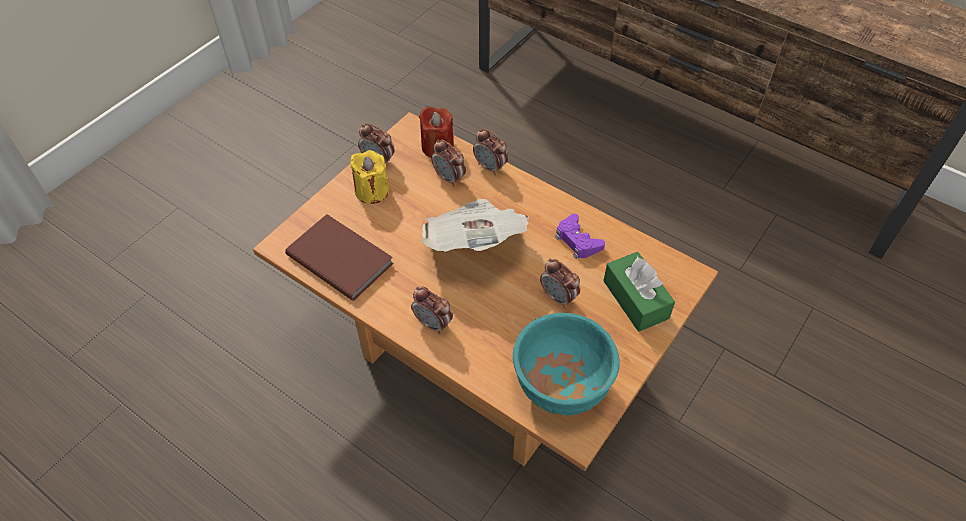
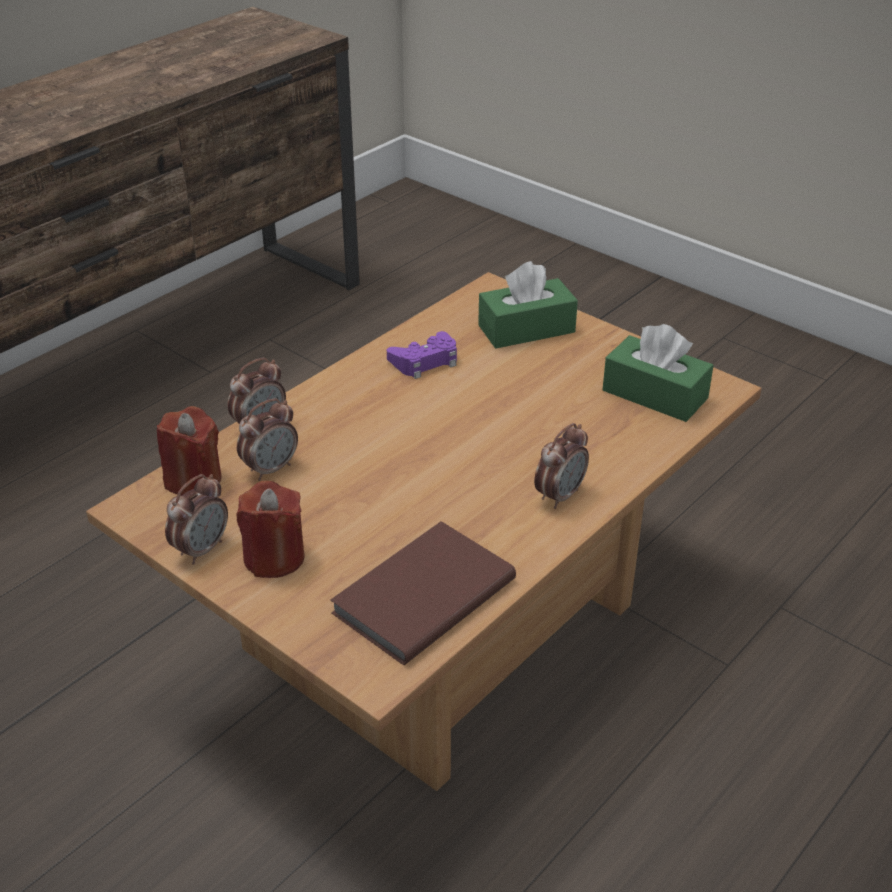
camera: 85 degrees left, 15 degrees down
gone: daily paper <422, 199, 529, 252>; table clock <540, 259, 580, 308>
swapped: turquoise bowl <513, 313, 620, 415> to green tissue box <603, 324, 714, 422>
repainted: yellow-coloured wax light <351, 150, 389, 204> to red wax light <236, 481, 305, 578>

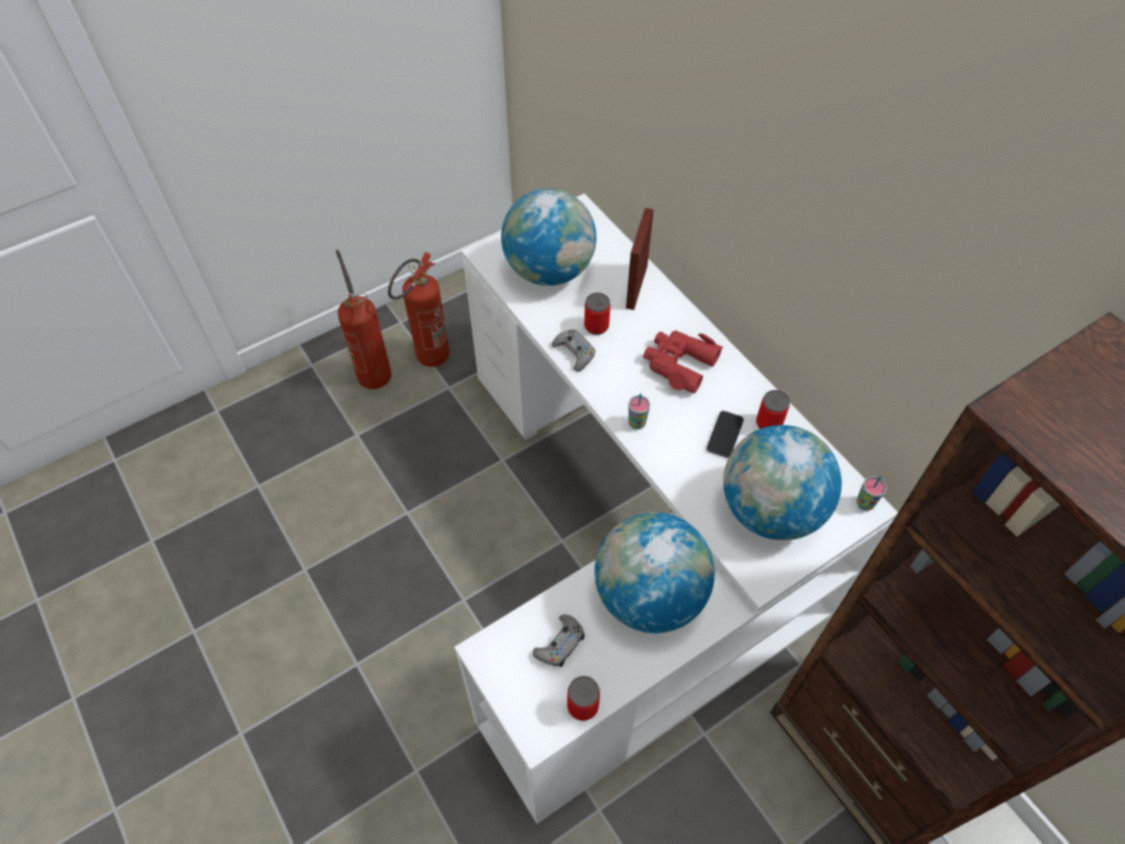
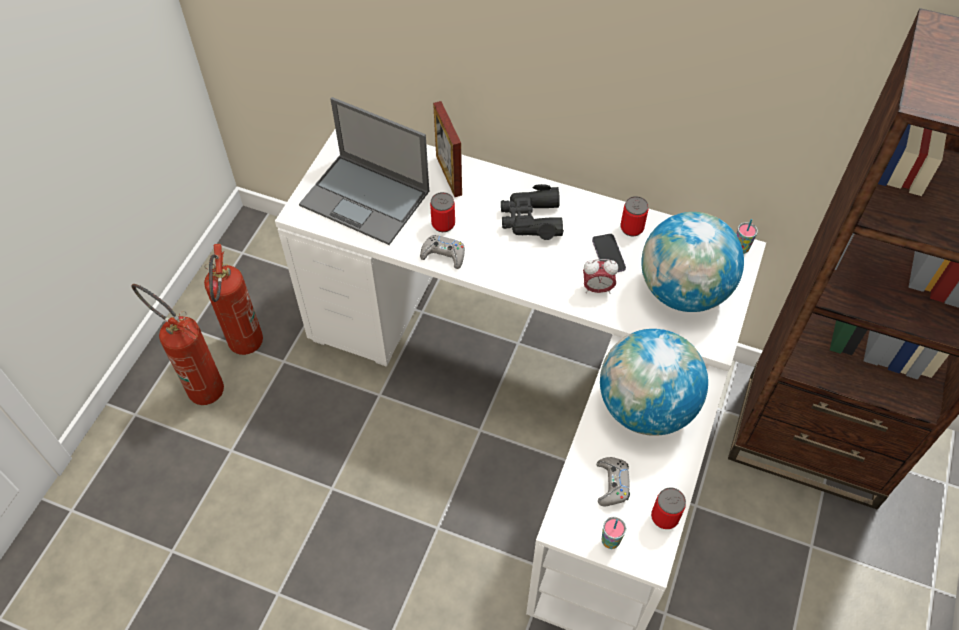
camera: 35 degrees left, 0 degrees up
new: table clock <583, 259, 618, 294>
shifted: cup <628, 393, 650, 430> to <601, 517, 626, 549>
swapped: desk globe <501, 189, 596, 286> to laptop <299, 97, 429, 245>
repainted: red binoculars <643, 330, 723, 394> to black binoculars <501, 184, 564, 240>

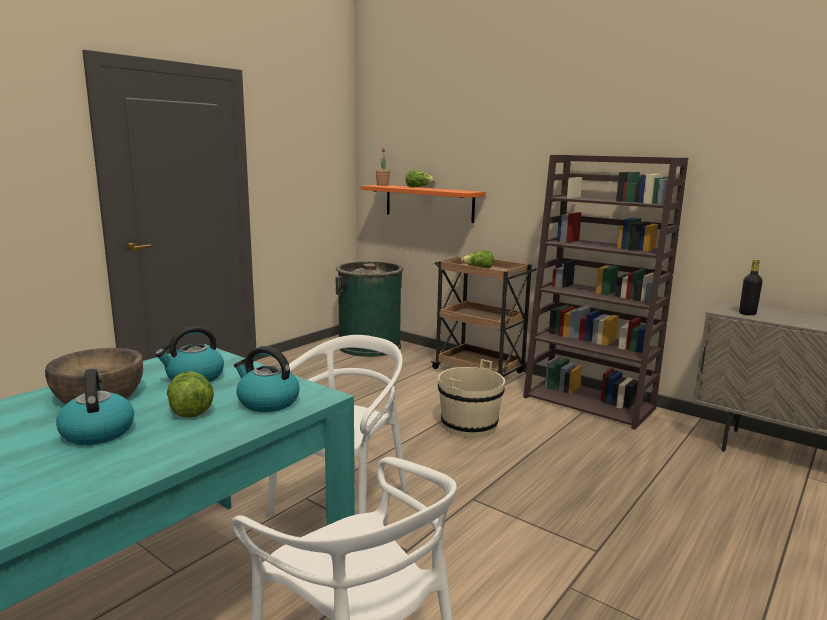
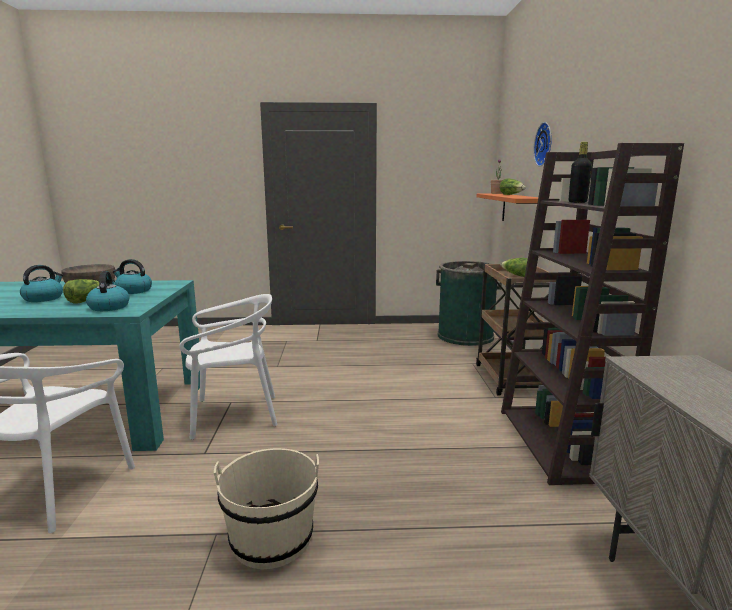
camera: 50 degrees right, 0 degrees up
new: wall clock <533, 122, 552, 166>
shifted: beige bucket <438, 359, 505, 437> to <214, 448, 319, 570>; black bottle <739, 259, 763, 315> to <569, 142, 592, 203>

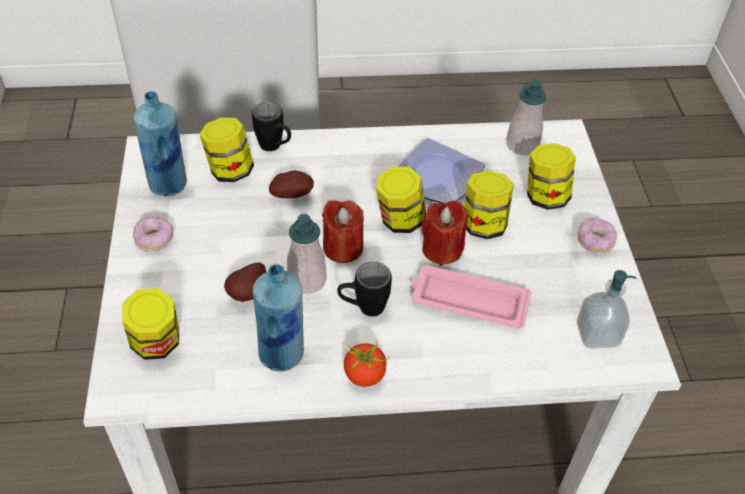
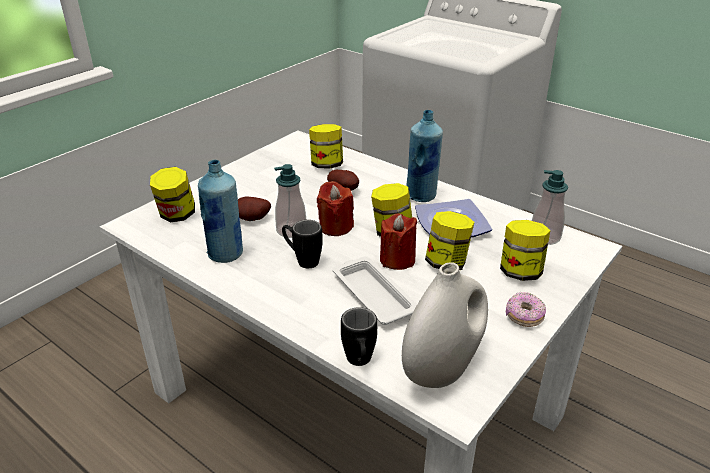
camera: 45 degrees right, 15 degrees down
gone: donut <133, 216, 173, 252>; tomato <344, 340, 389, 387>
shifted: blue bottle <134, 91, 187, 196> to <406, 110, 443, 202>; black coffee mug <252, 102, 291, 151> to <341, 307, 378, 366>
swapped: soap dispenser <577, 270, 636, 349> to white decorative vase <402, 262, 488, 388>
repainted: pink-coloured serving tray <411, 265, 531, 328> to white serving tray <332, 257, 417, 325>

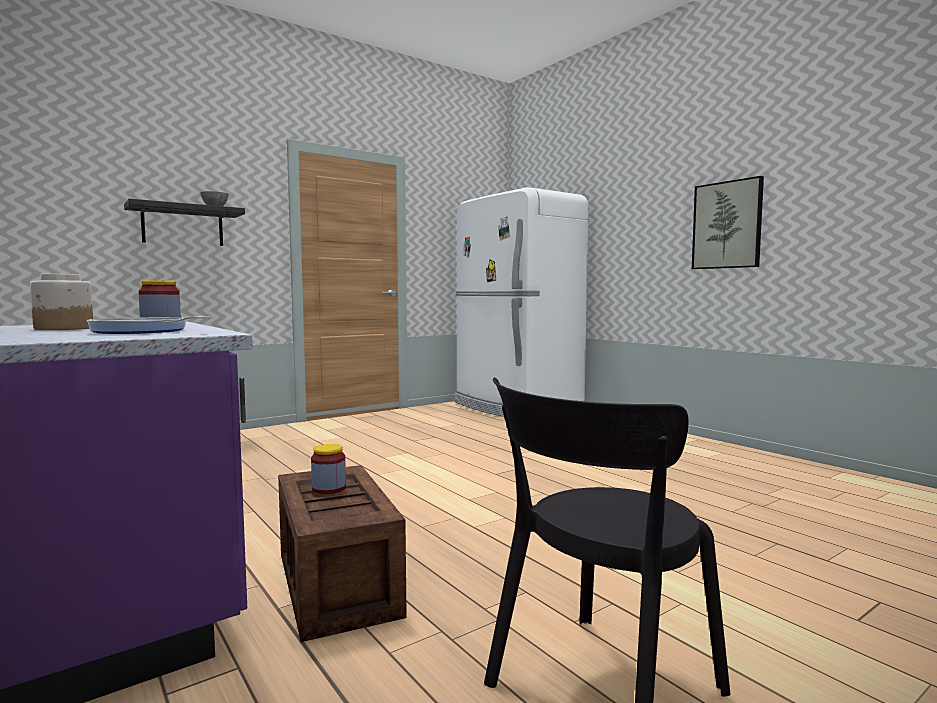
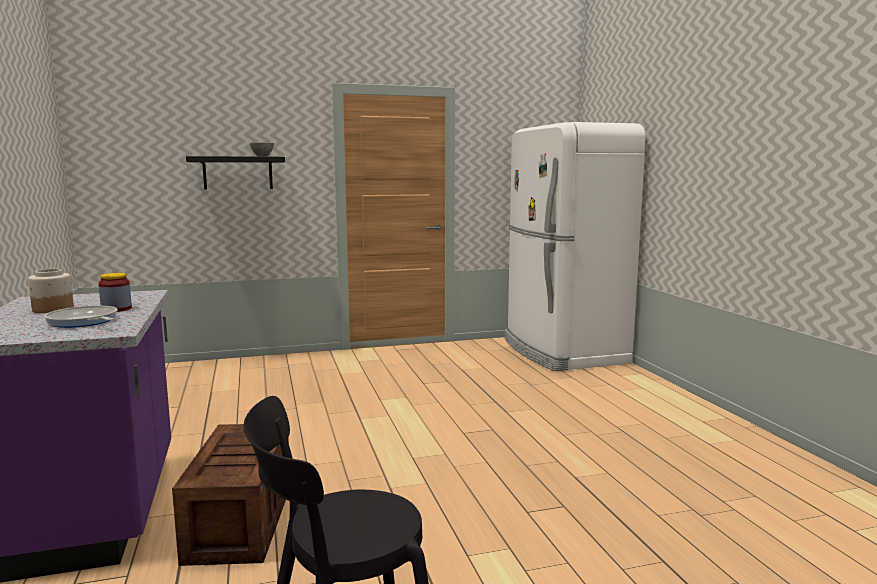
camera: 20 degrees right, 5 degrees up
gone: storage jar <311, 444, 346, 494>; picture <692, 176, 764, 269>

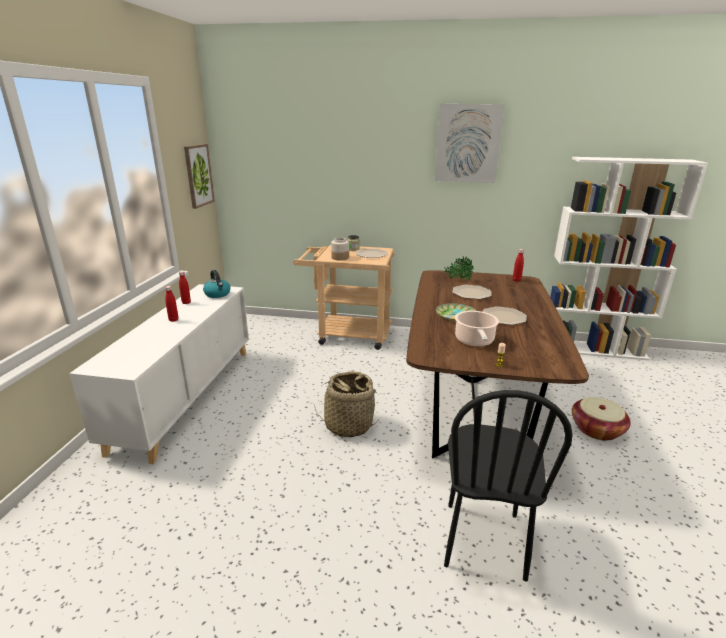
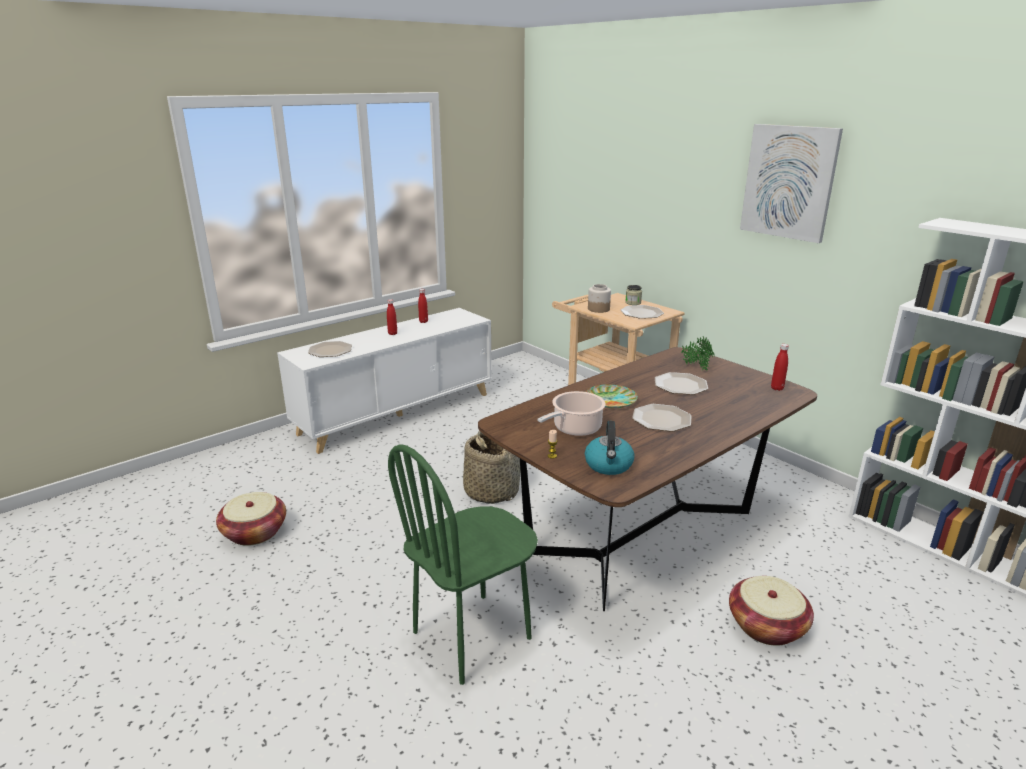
camera: 40 degrees right, 0 degrees up
gone: picture <184, 144, 215, 209>
new: basket <216, 492, 286, 546>; dinner plate <308, 341, 352, 357>
shifted: kettle <203, 270, 231, 298> to <585, 421, 634, 475>
repainted: black upright chair <444, 390, 573, 581> to green upright chair <388, 444, 538, 685>

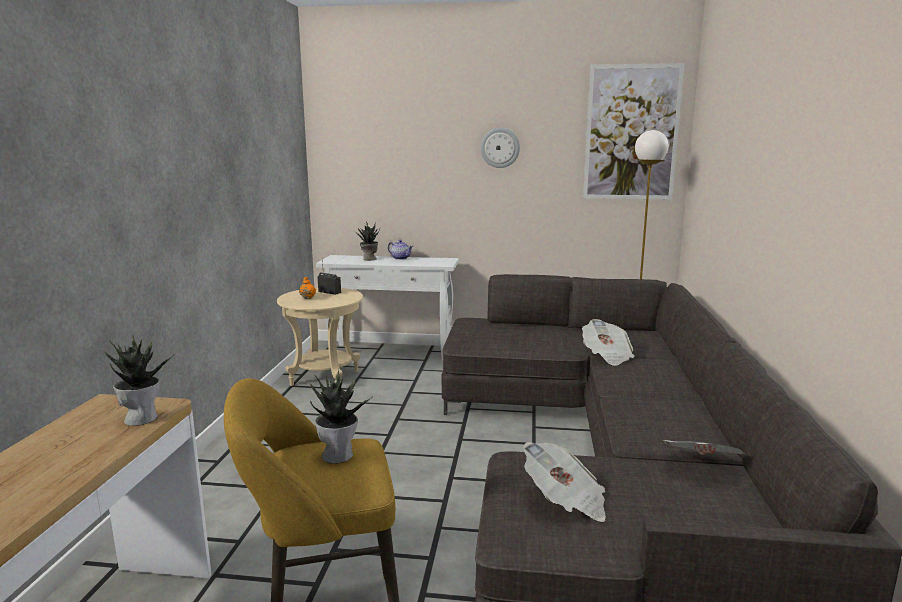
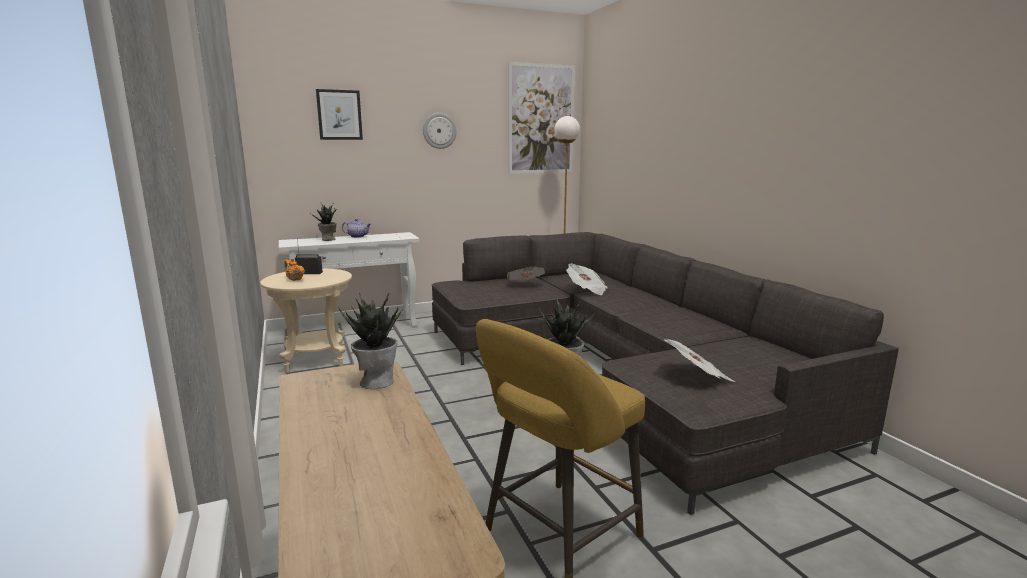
camera: 30 degrees left, 0 degrees up
new: picture <316, 89, 363, 140>
shifted: daily paper <664, 440, 745, 455> to <507, 266, 545, 281>

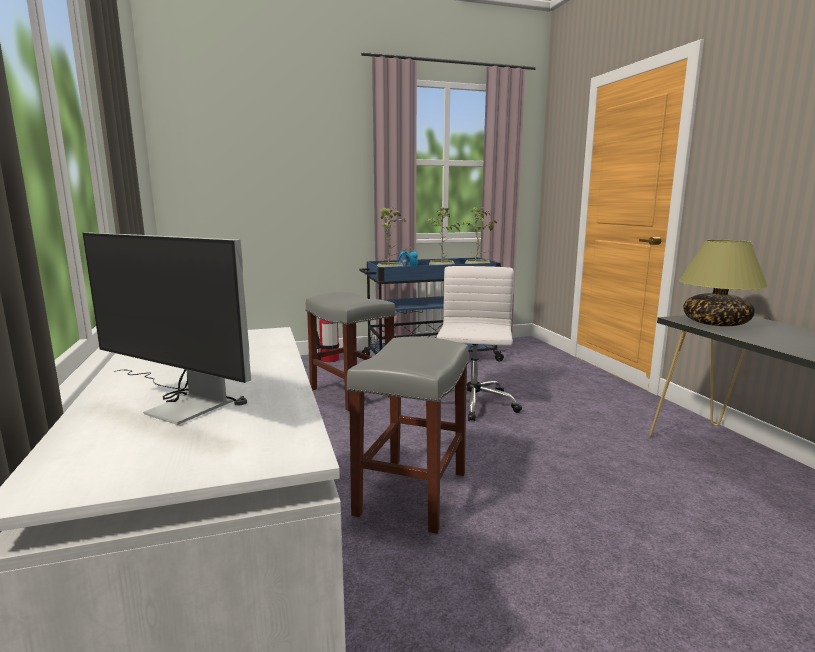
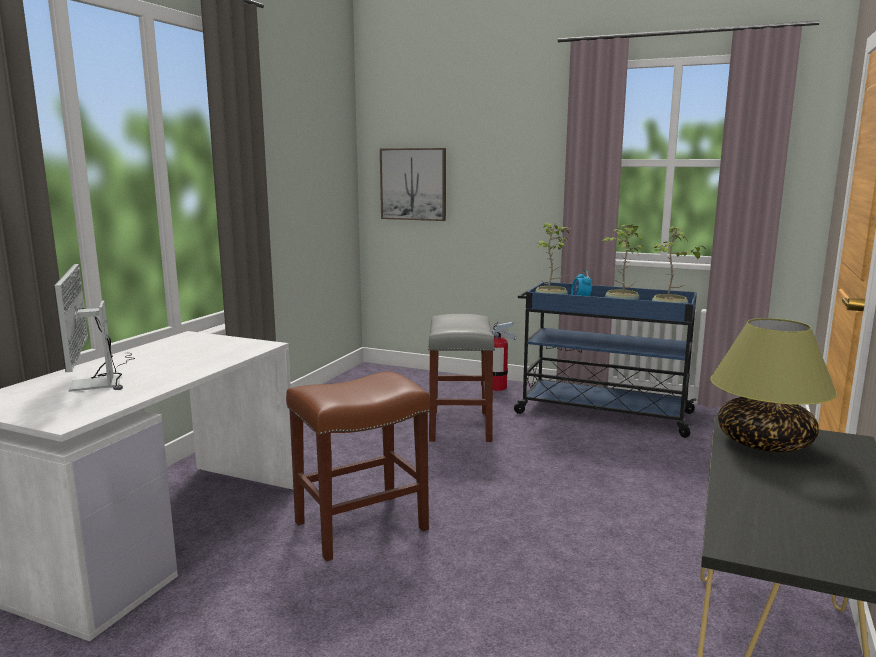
camera: 40 degrees right, 0 degrees up
gone: white office chair <437, 266, 522, 422>
new: picture <380, 148, 446, 221>
repainted: greyish sitting stool <347, 336, 469, 534> to brownish sitting stool <286, 371, 430, 561>

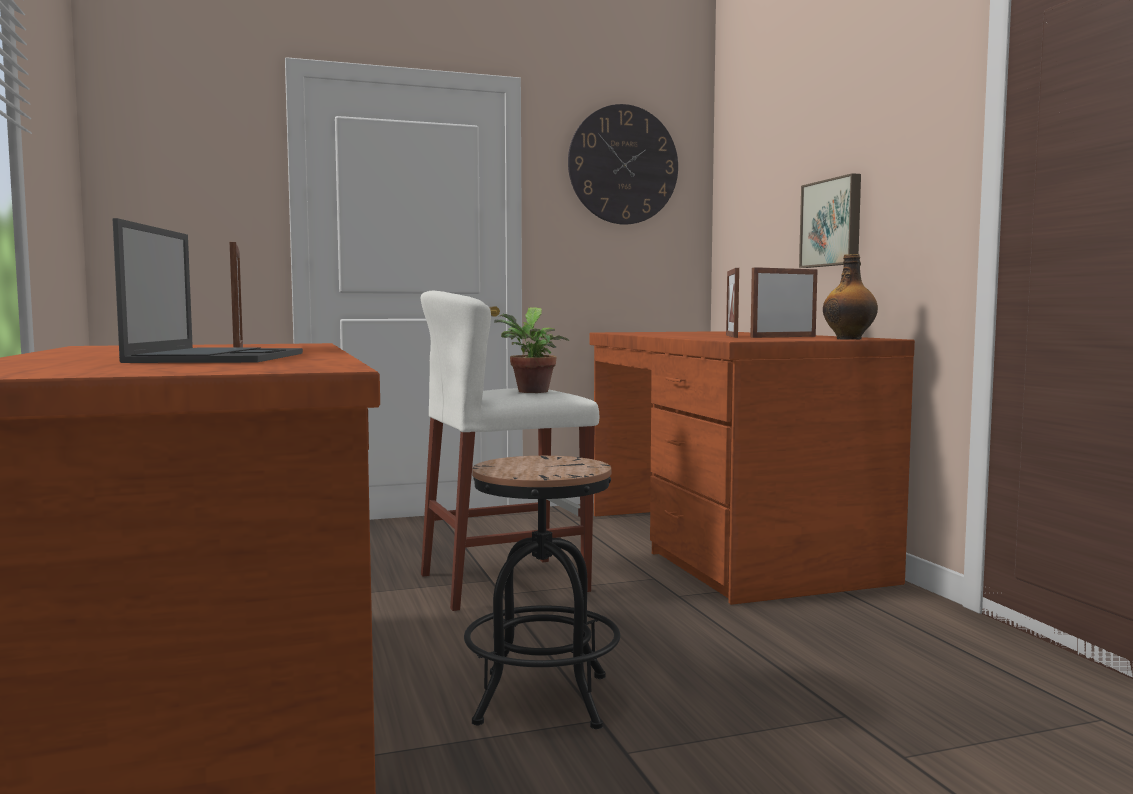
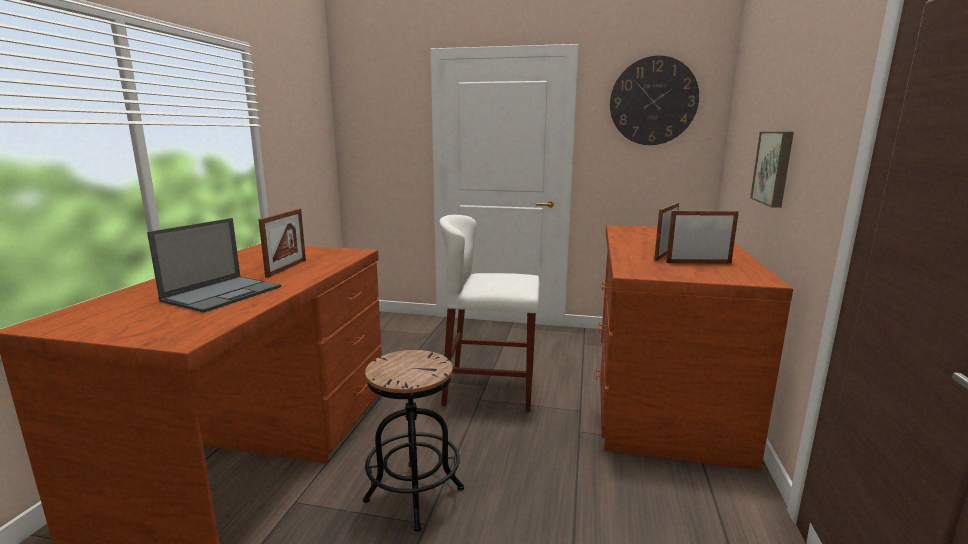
camera: 30 degrees right, 10 degrees up
gone: plant in a pot <494, 307, 569, 393>; bottle <823, 254, 878, 340>

